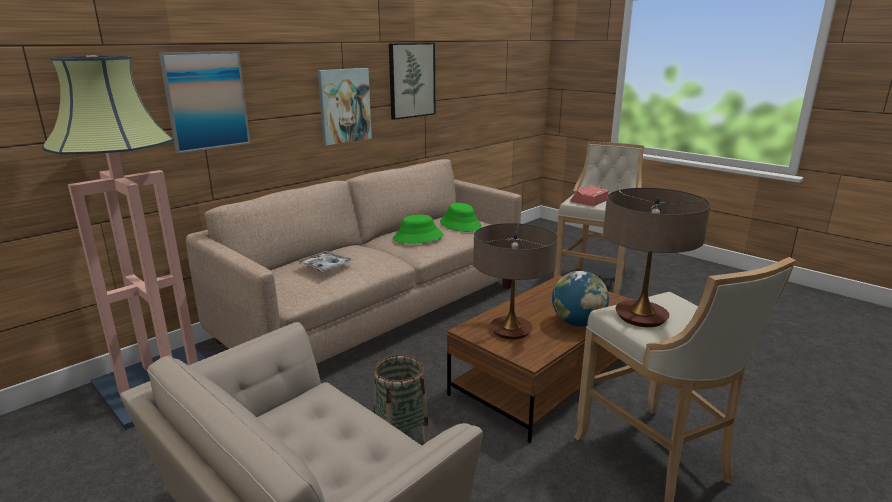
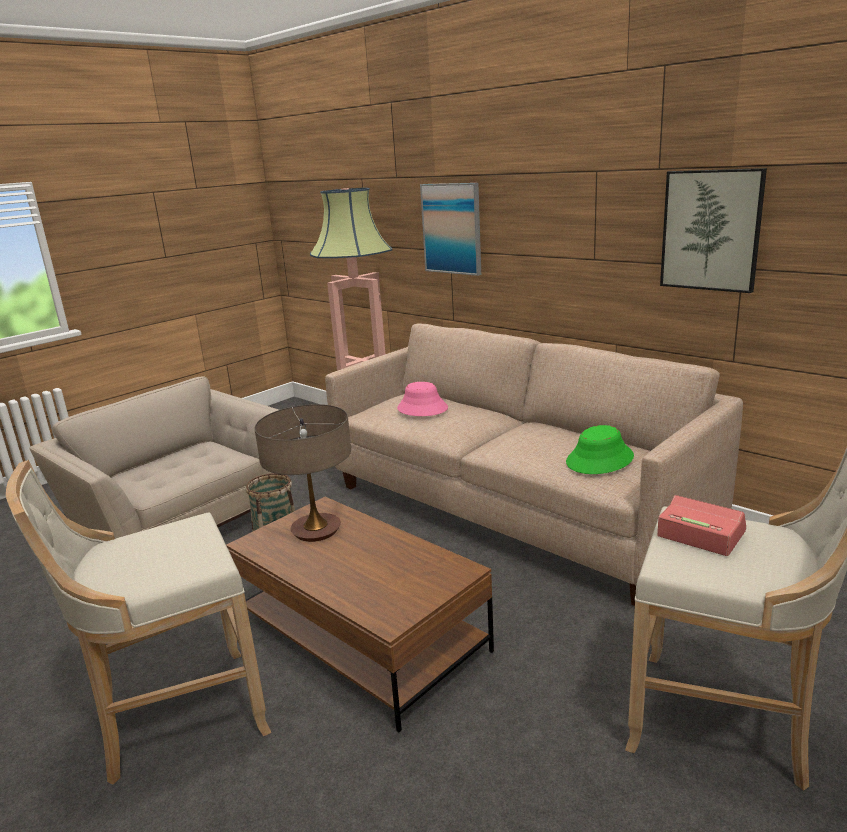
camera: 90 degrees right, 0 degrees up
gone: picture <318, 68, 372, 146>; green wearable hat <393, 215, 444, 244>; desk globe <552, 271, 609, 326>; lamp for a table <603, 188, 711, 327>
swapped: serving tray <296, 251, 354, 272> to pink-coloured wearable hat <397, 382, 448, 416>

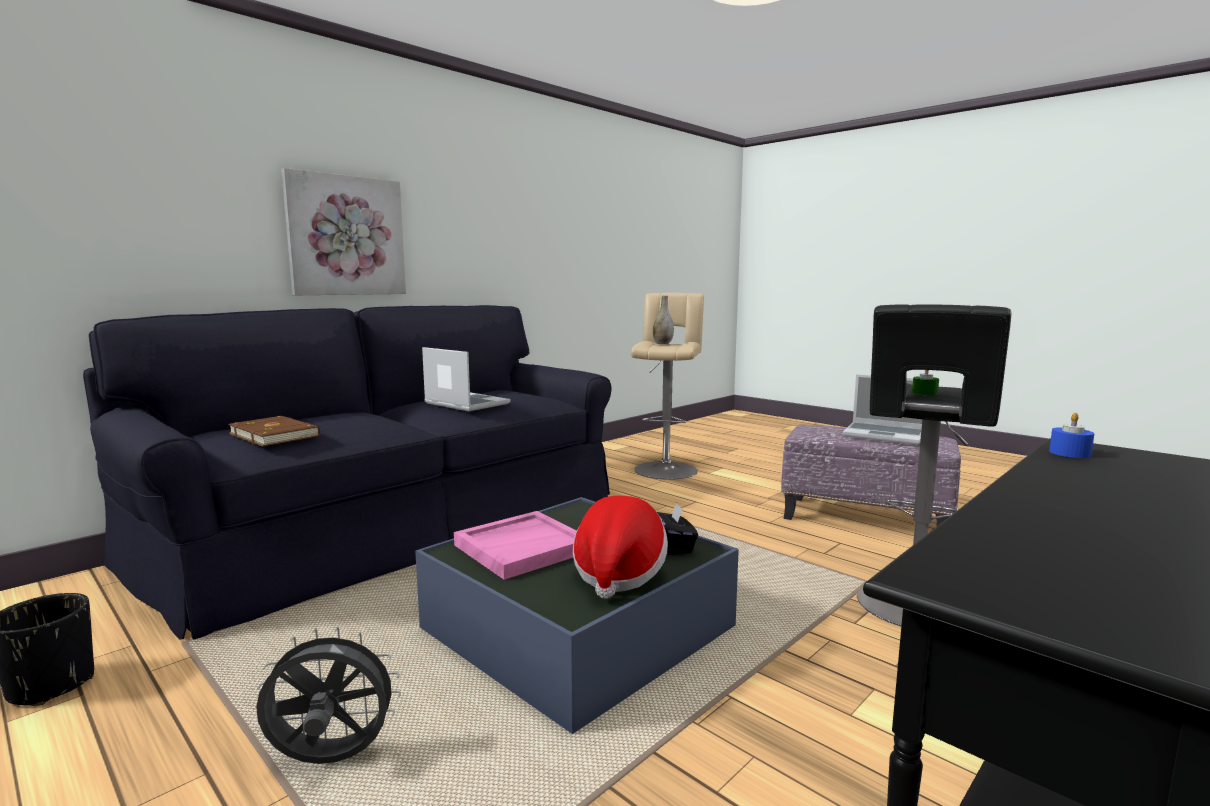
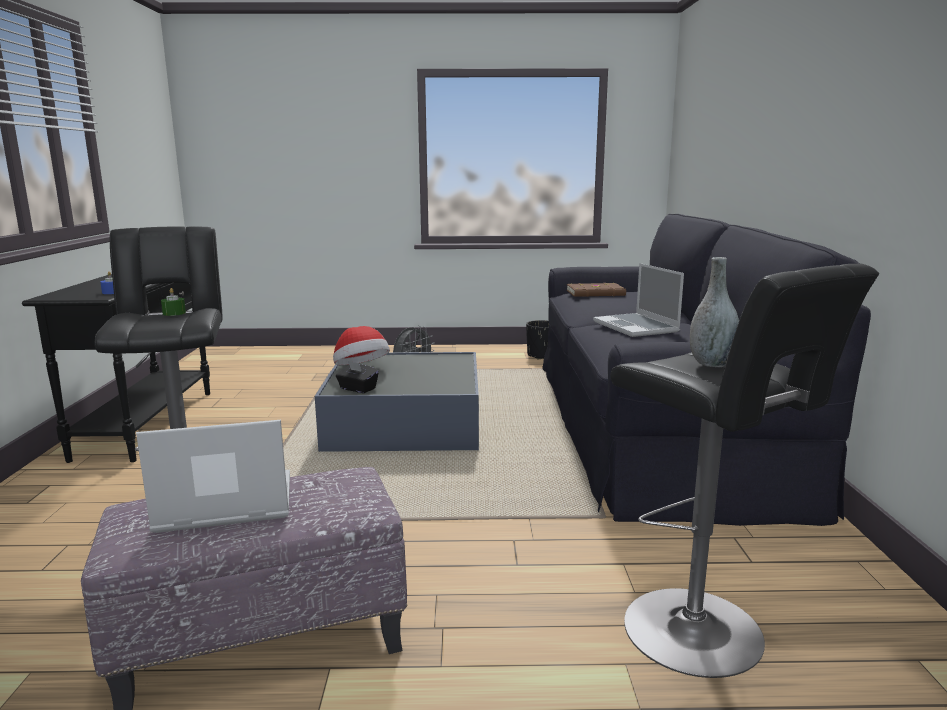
camera: 135 degrees right, 5 degrees up
gone: picture <281, 168, 406, 295>; pink-coloured serving tray <454, 511, 577, 580>
repainted: beige sitting stool <631, 293, 704, 480> to black sitting stool <610, 264, 879, 678>
rotated: laptop <422, 347, 511, 411> = <593, 263, 684, 337> 75 degrees clockwise

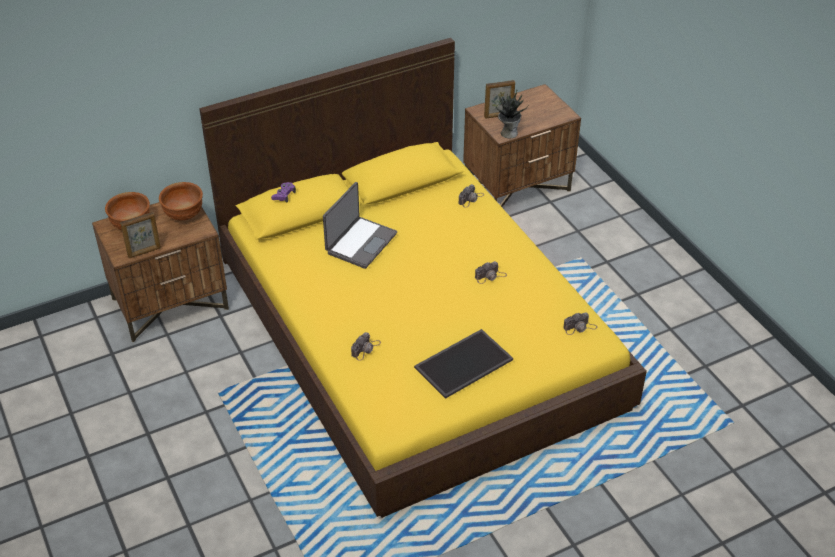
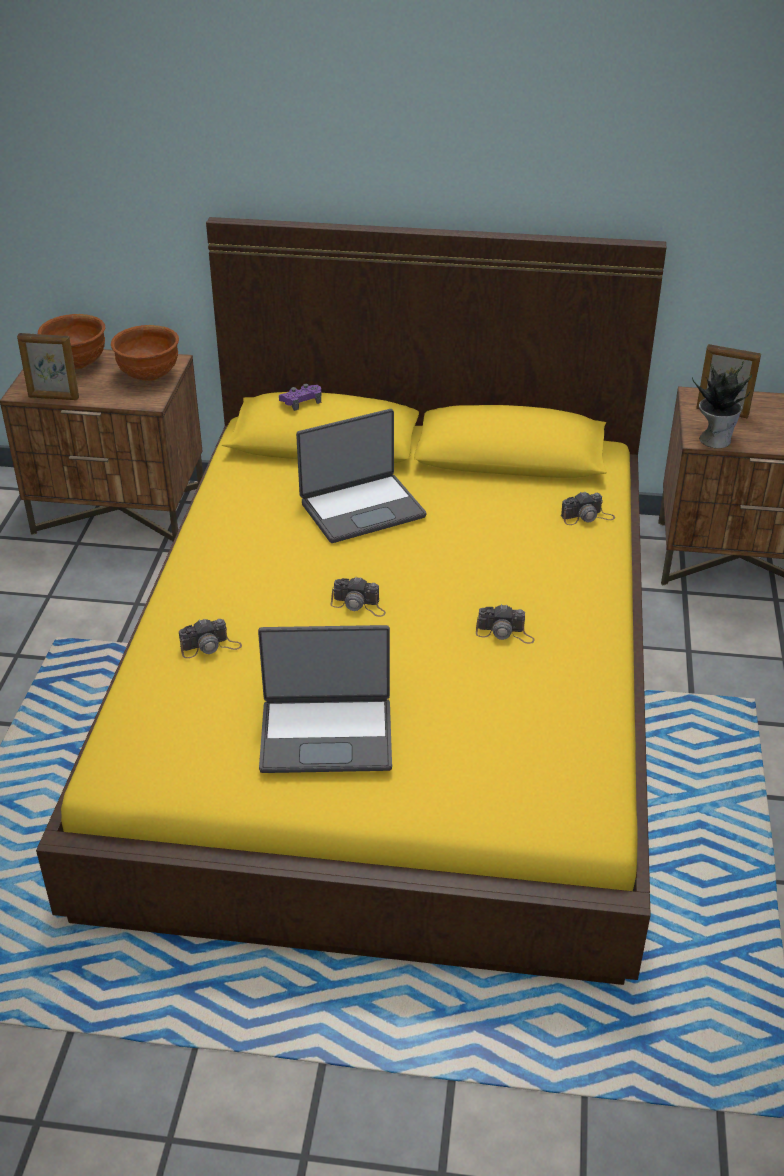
camera: 35 degrees right, 5 degrees down
shifted: still camera <563, 312, 597, 335> to <331, 577, 386, 617>
swapped: serving tray <414, 329, 513, 399> to laptop <258, 625, 392, 773>

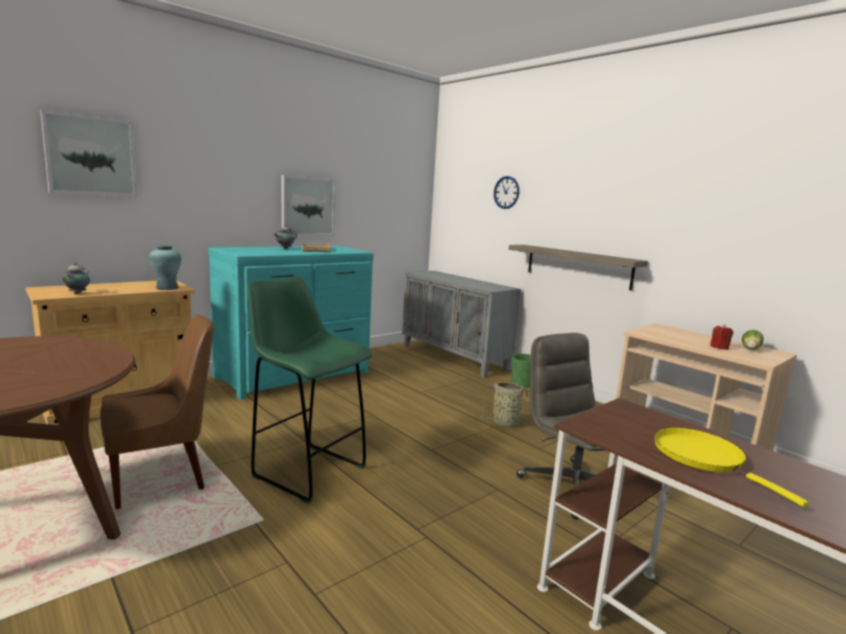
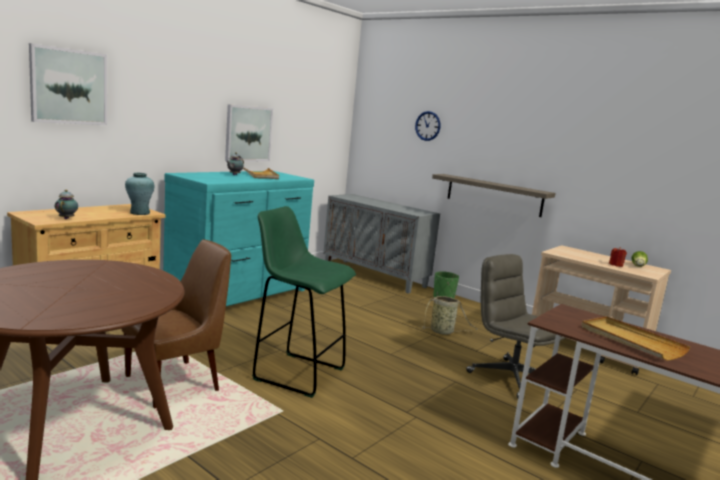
camera: 10 degrees left, 0 degrees up
swapped: yellow-coloured skillet <654, 428, 808, 507> to beige serving tray <582, 316, 691, 361>

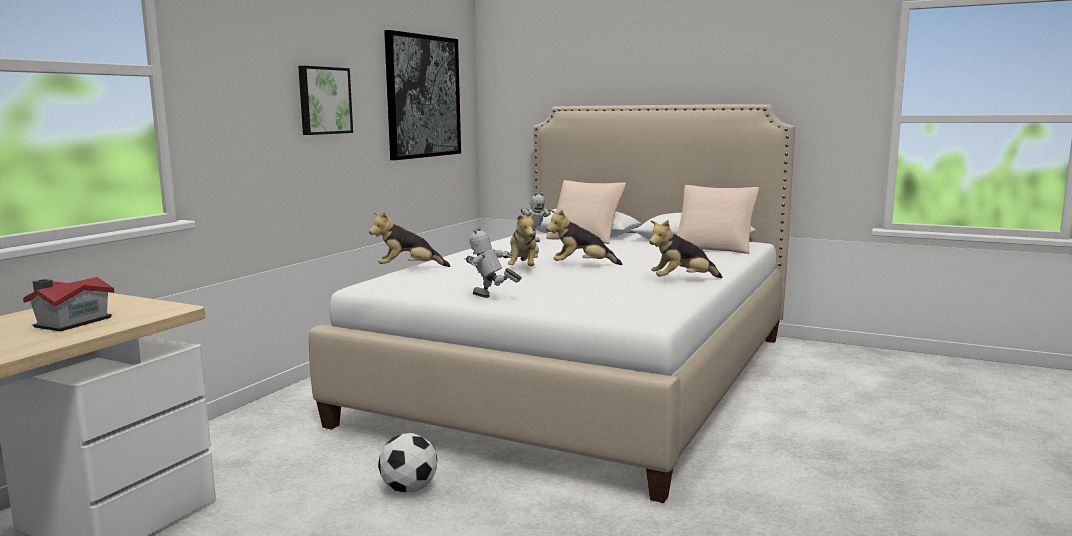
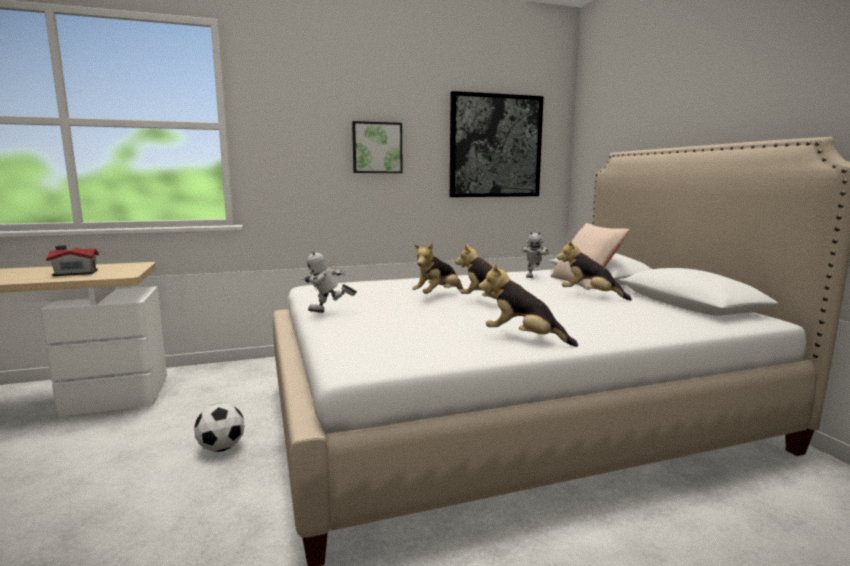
camera: 45 degrees right, 0 degrees up
gone: beige cushion <676, 185, 759, 254>
shifted: cuddly toy <369, 212, 450, 267> to <557, 240, 632, 301>
rotated: model robot <464, 227, 522, 298> = <302, 249, 357, 313> 75 degrees counterclockwise

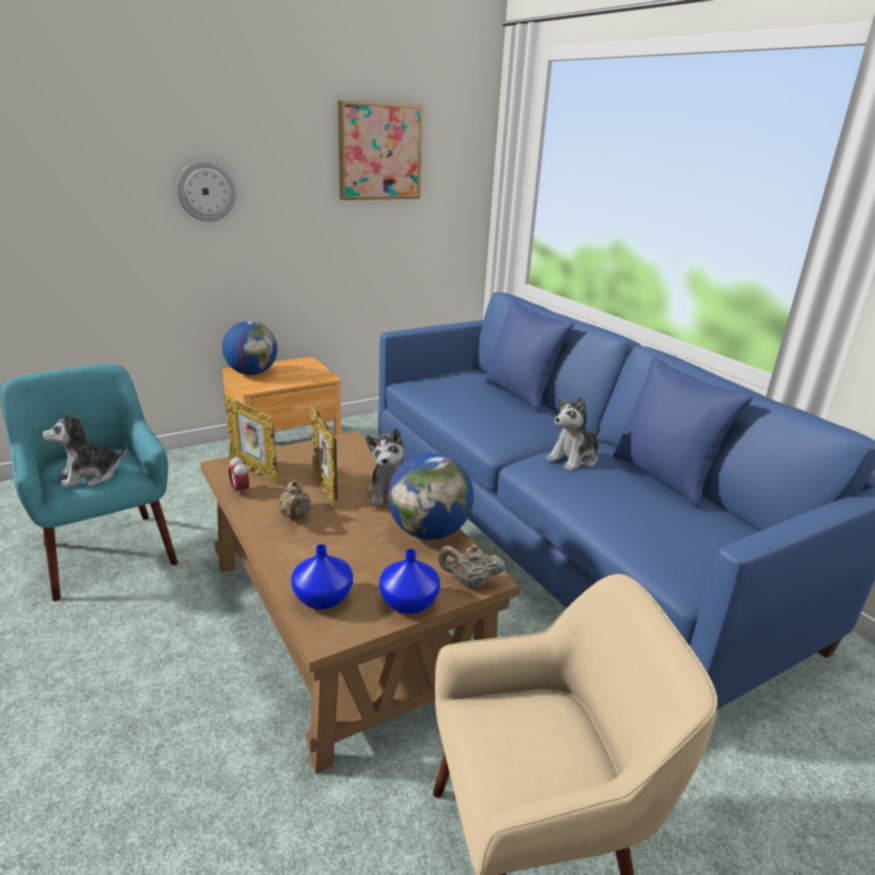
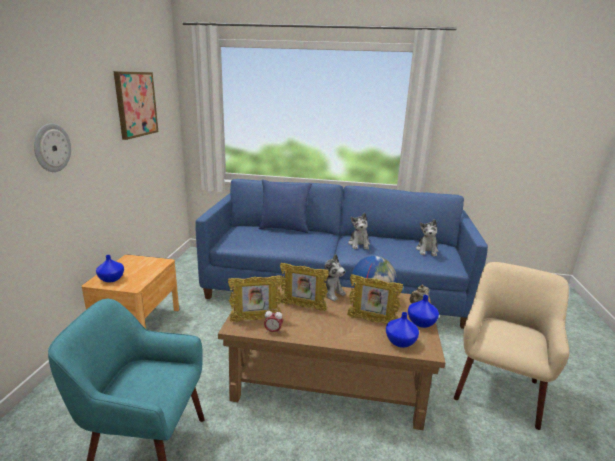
camera: 50 degrees left, 5 degrees down
gone: beige pot for tea <279, 480, 311, 520>; blue cushion <612, 355, 753, 508>
new: standing frame <347, 274, 403, 324>
shifted: cuddly toy <42, 411, 127, 488> to <416, 219, 439, 256>
swapped: desk globe <222, 321, 277, 375> to blue decorative vase <96, 255, 124, 282>

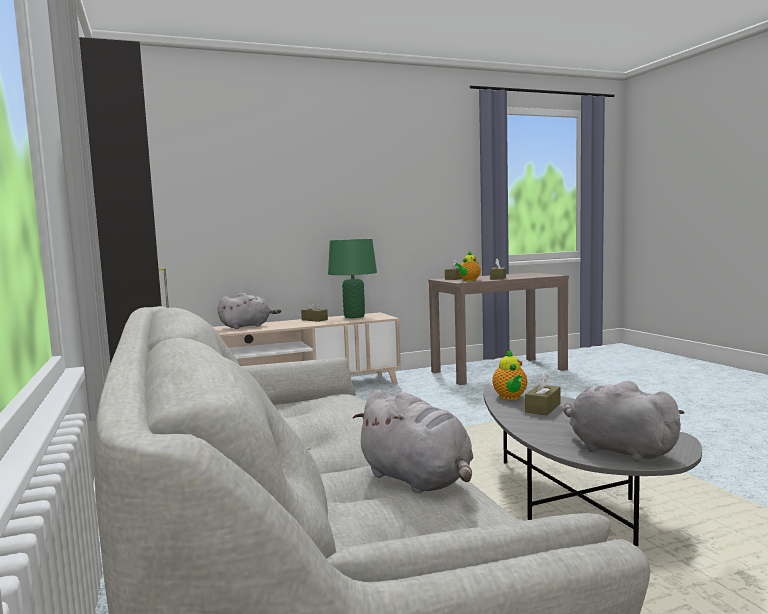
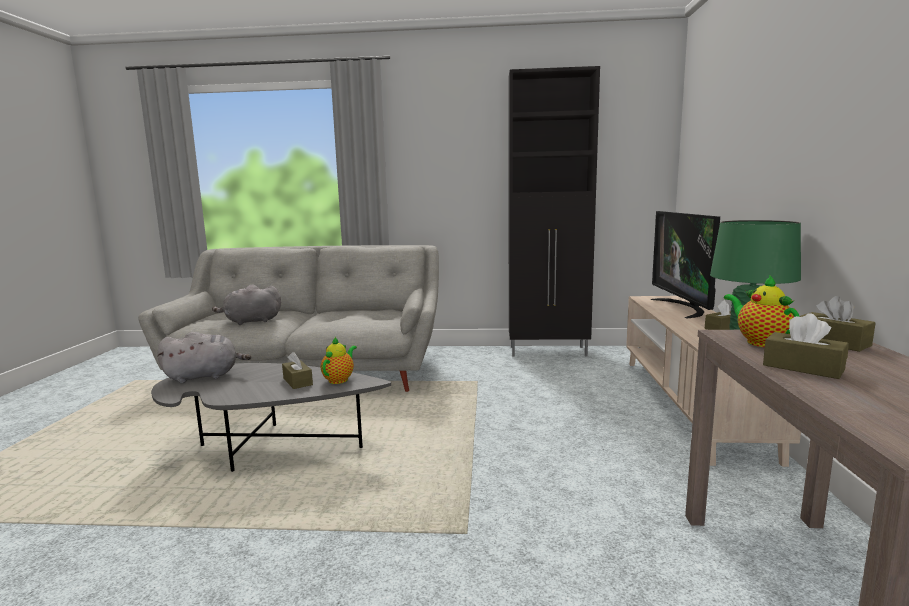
camera: 115 degrees right, 5 degrees up
swapped: greyish cuddly toy <217, 293, 281, 329> to television <651, 211, 720, 319>
rotated: pot for tea <492, 349, 527, 400> = <321, 337, 357, 384> 90 degrees clockwise

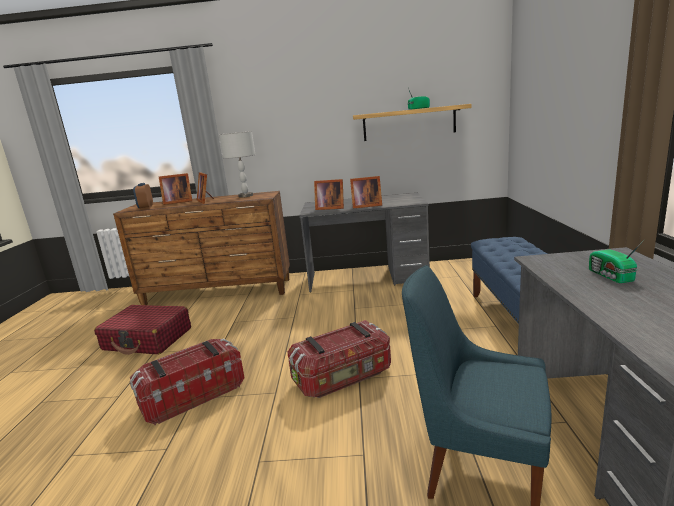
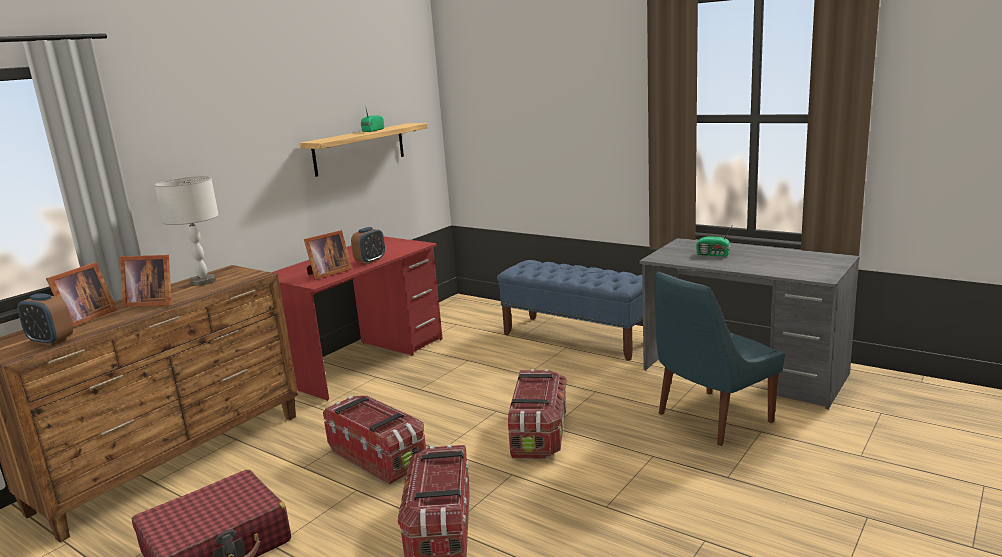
camera: 55 degrees left, 0 degrees up
new: storage container <323, 396, 426, 484>
swapped: standing frame <350, 176, 382, 209> to table clock <351, 227, 385, 264>
repainted: greyish desk unit <299, 193, 430, 293> to red desk unit <272, 237, 443, 401>

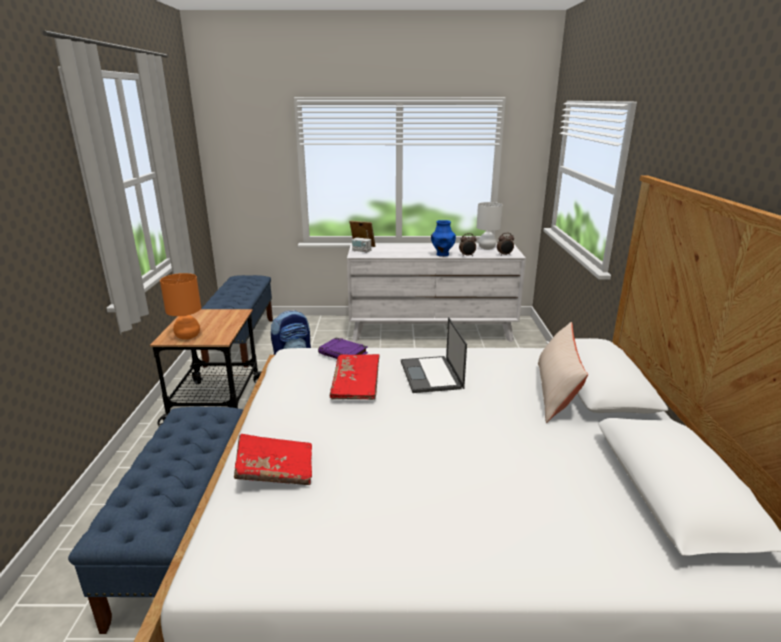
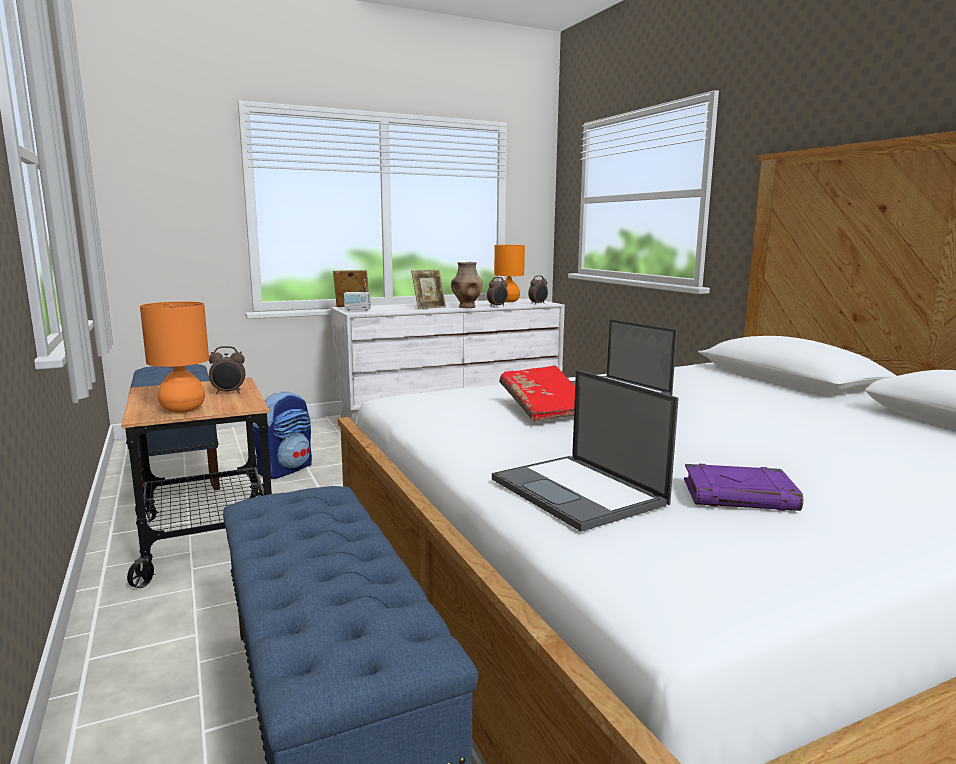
camera: 25 degrees left, 10 degrees down
gone: beige cushion <538, 322, 588, 423>
new: table clock <209, 346, 245, 394>; standing frame <411, 270, 446, 309>
shifted: purplish book <318, 337, 368, 359> to <684, 464, 803, 511>
swapped: red book <234, 434, 312, 485> to laptop <492, 370, 679, 532>
repainted: blue decorative vase <431, 220, 456, 257> to brownish decorative vase <451, 262, 483, 308>; white lamp for a table <476, 202, 503, 250> to orange-coloured lamp for a table <494, 245, 525, 302>

